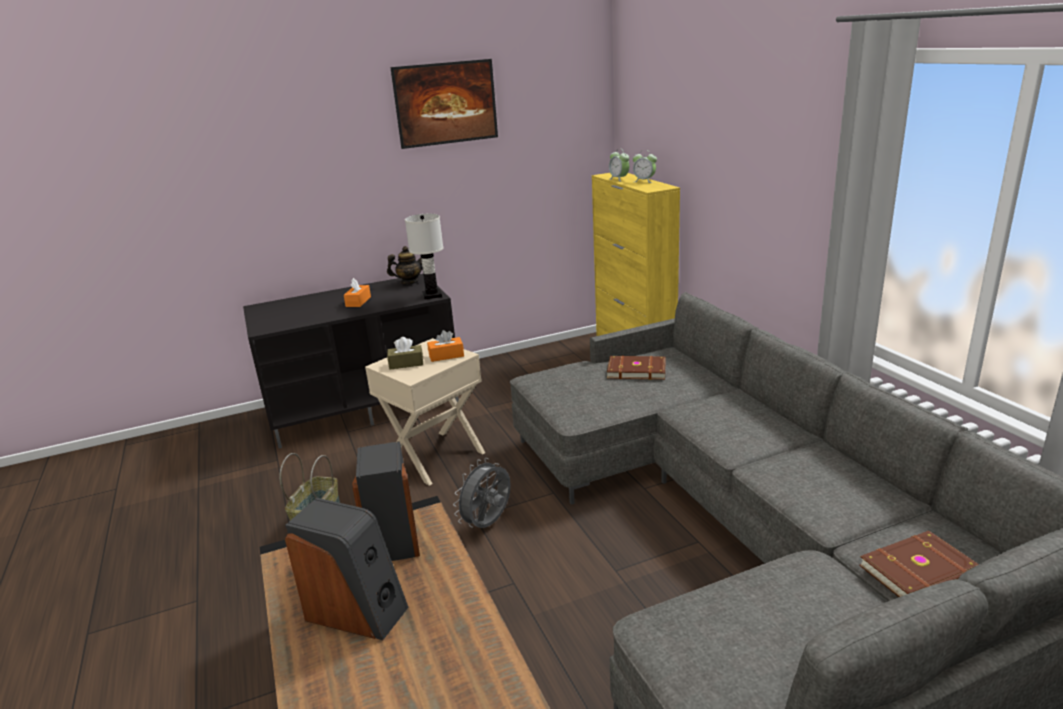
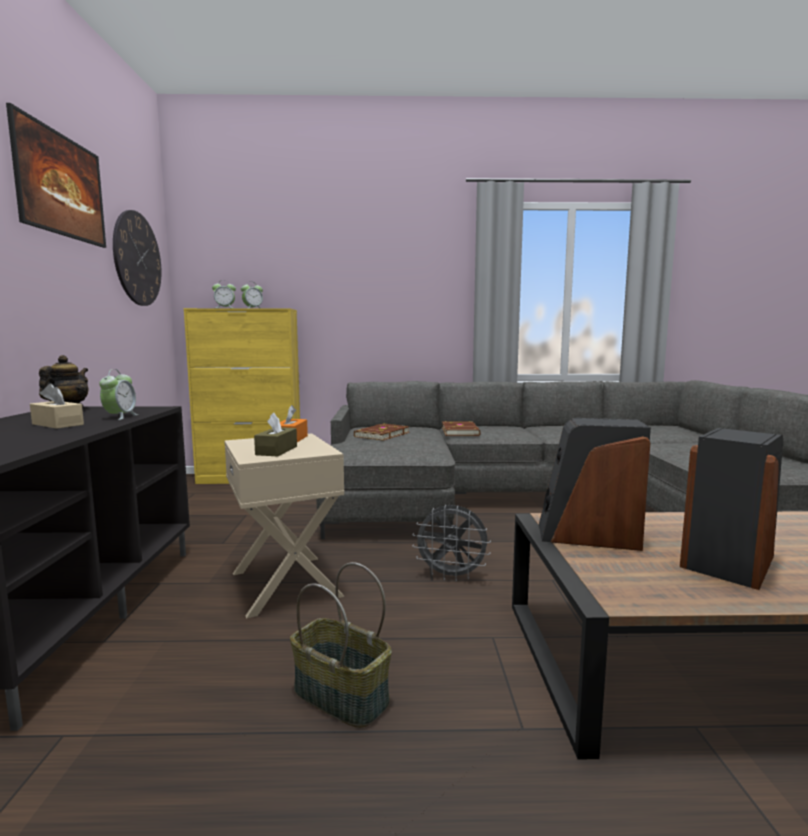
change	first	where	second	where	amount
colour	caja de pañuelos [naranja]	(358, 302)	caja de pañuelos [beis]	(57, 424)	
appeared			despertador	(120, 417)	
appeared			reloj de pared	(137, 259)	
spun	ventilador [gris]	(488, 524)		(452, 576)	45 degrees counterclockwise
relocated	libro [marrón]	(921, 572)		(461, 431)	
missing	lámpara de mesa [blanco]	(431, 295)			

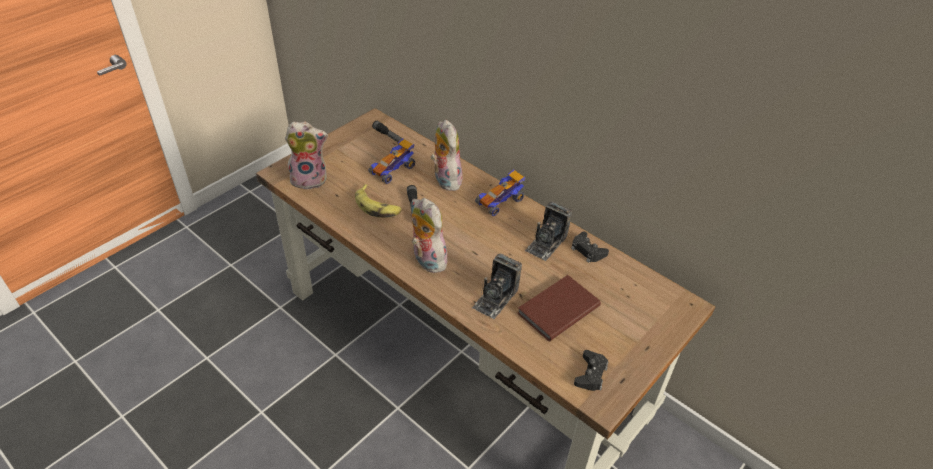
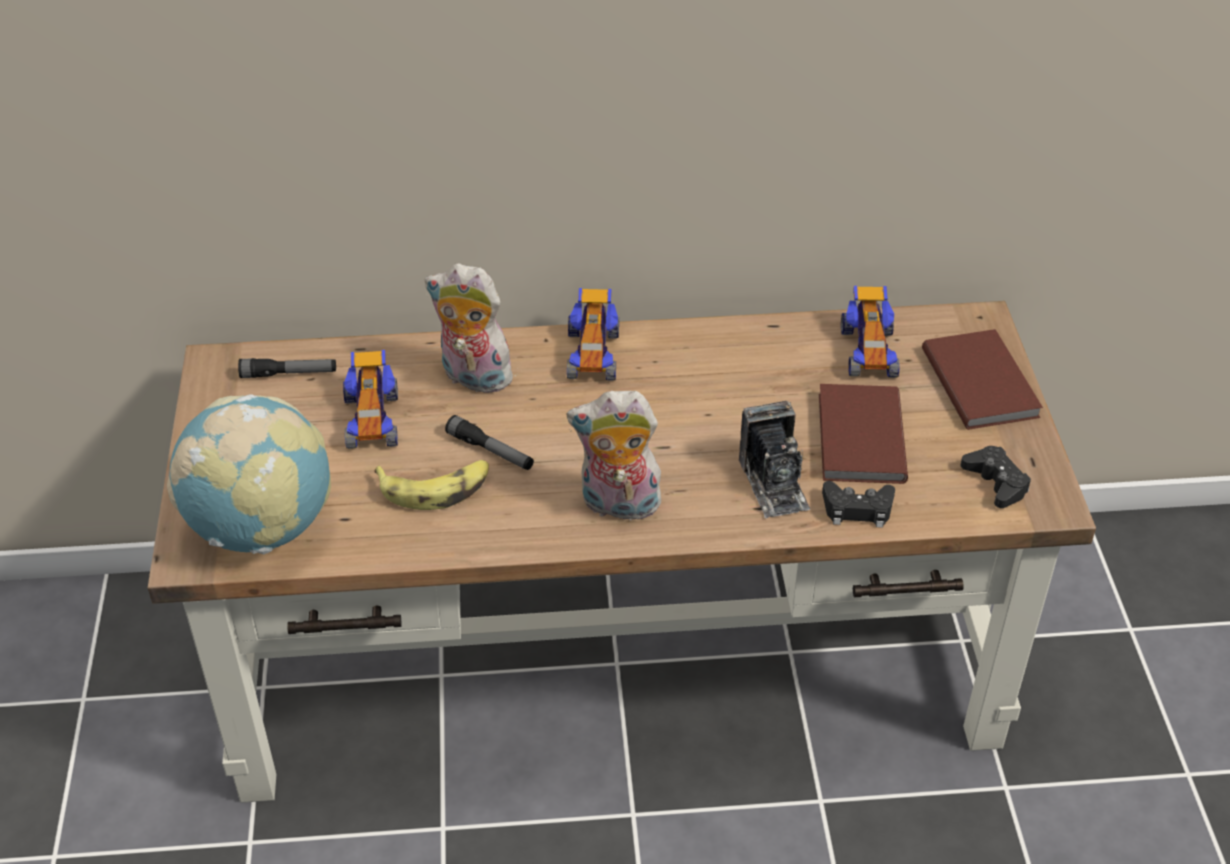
change	first	where	second	where	amount
exchanged	peluche	(310, 179)	globo terráqueo	(262, 527)	
relocated	mando de consola [negro]	(587, 250)		(857, 509)	
appeared			coche de juguete	(868, 350)	
appeared			libro [marrón]	(982, 381)	
missing	cámara	(546, 243)			

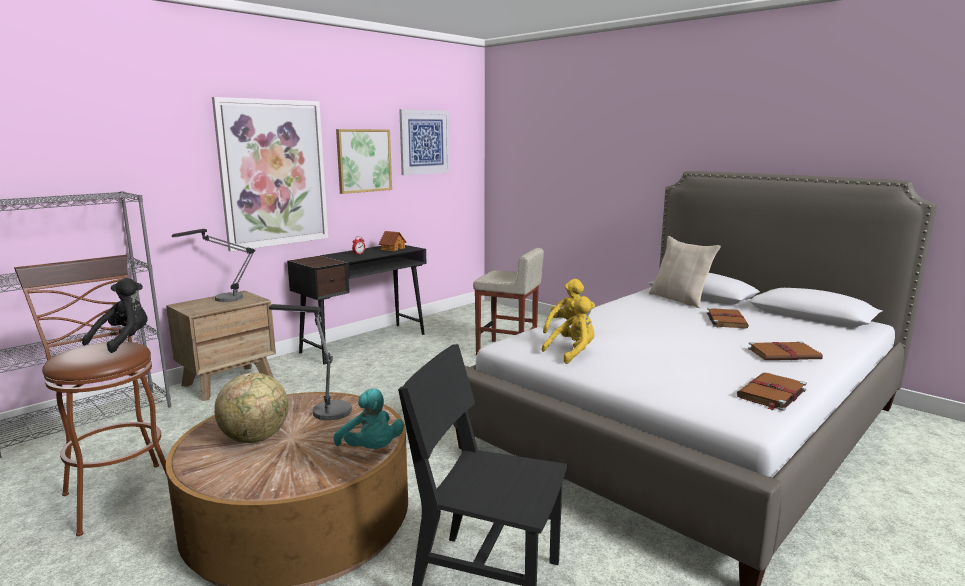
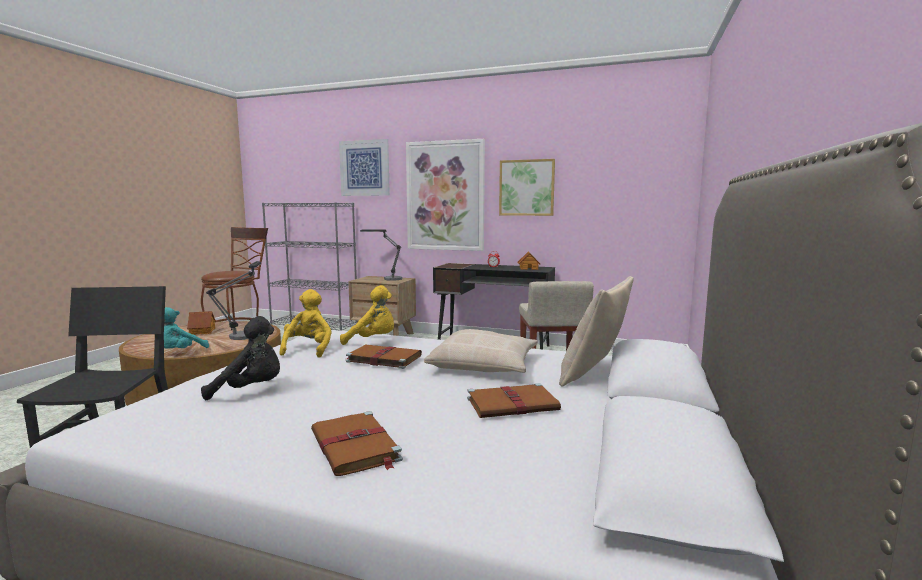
change	first	where	second	where	amount
exchanged	globo terráqueo	(256, 438)	casita	(202, 331)	
relocated	peluche [negro]	(124, 341)		(251, 390)	
spun	peluche [amarillo]	(572, 353)		(308, 349)	120 degrees counterclockwise
relocated	cuadro	(424, 142)		(364, 168)	
relocated	libro [marrón]	(771, 394)		(383, 358)	
appeared			cojín [beis]	(484, 365)	

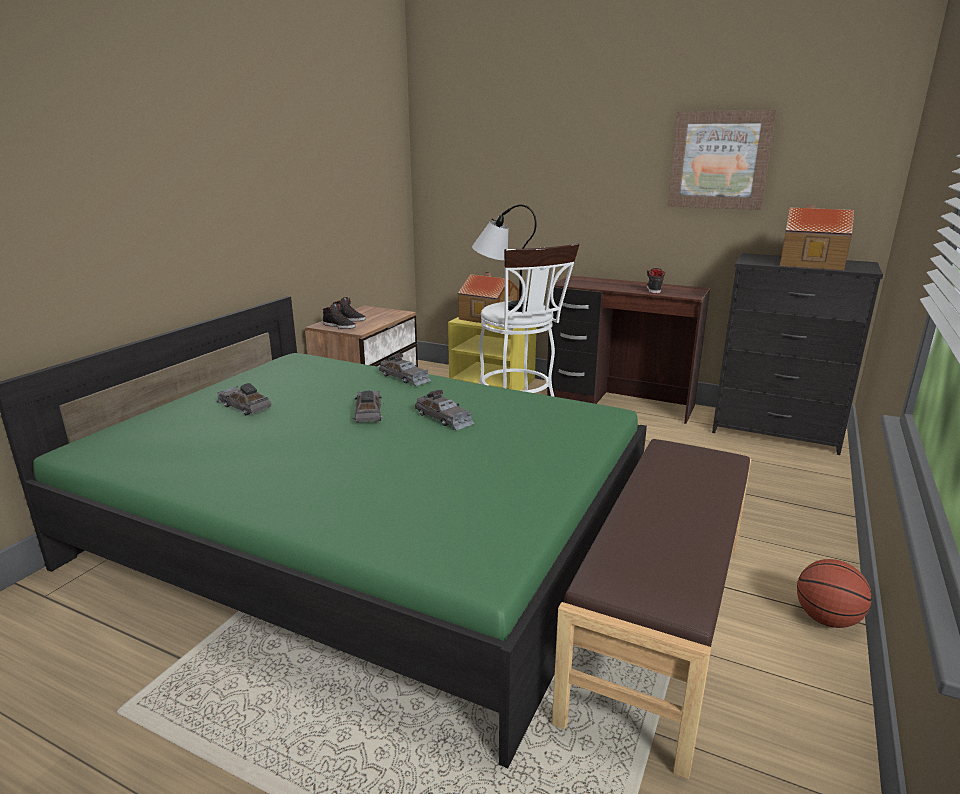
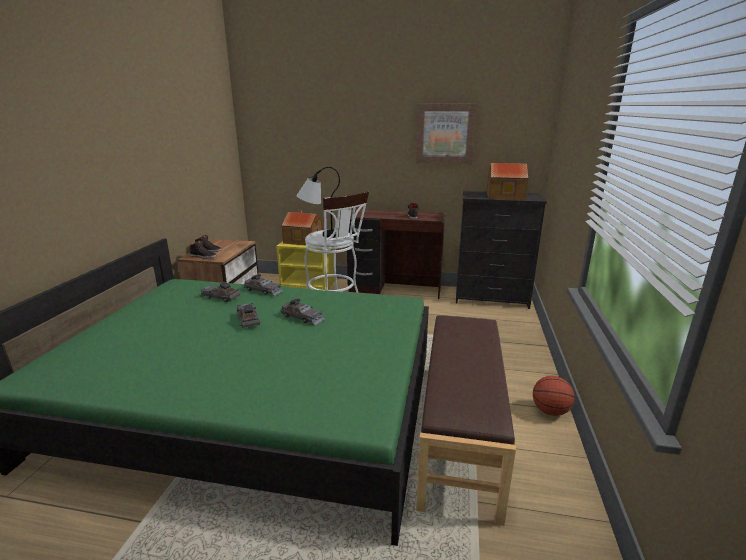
change	first	where	second	where	amount
relocated	coche de juguete [gris]	(243, 406)		(220, 297)	

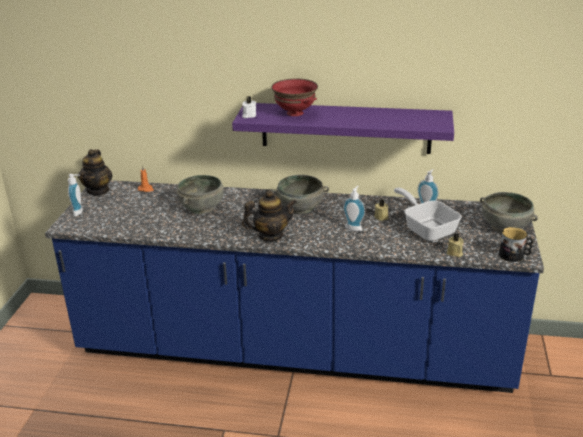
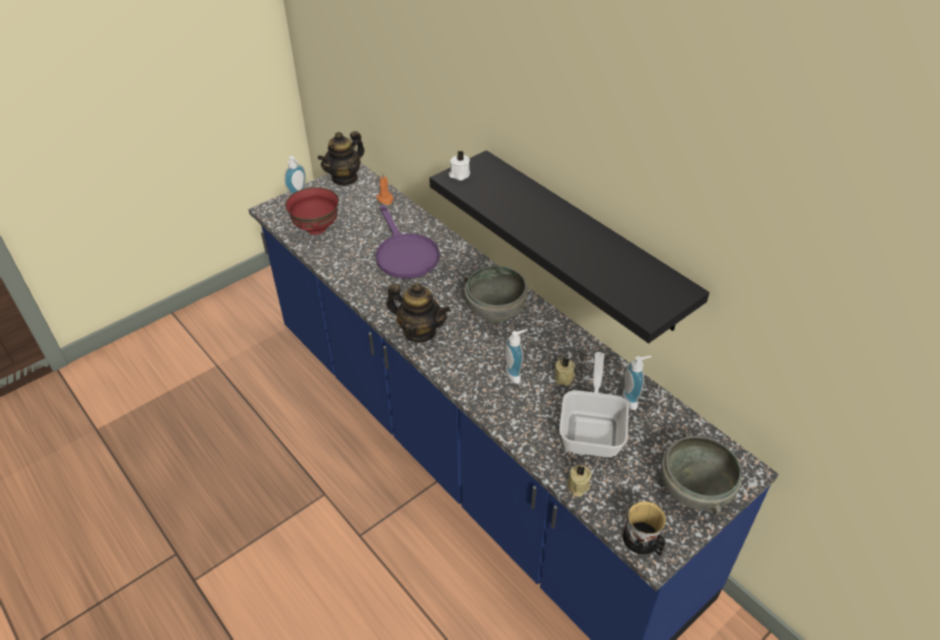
change	first	where	second	where	amount
relocated	cuenco [rojo]	(294, 113)		(316, 228)	
exchanged	cuenco [gris]	(202, 208)	sartén [morado]	(404, 254)	
colour	estante [morado]	(345, 128)	estante [negro]	(583, 240)	

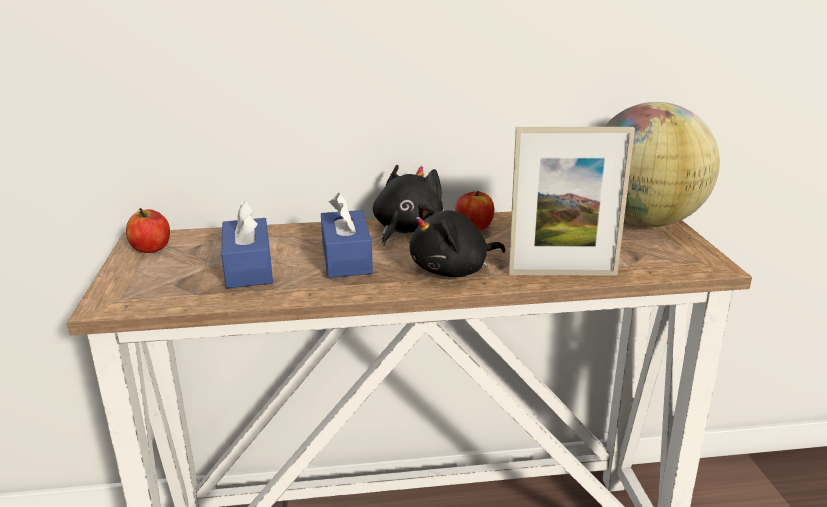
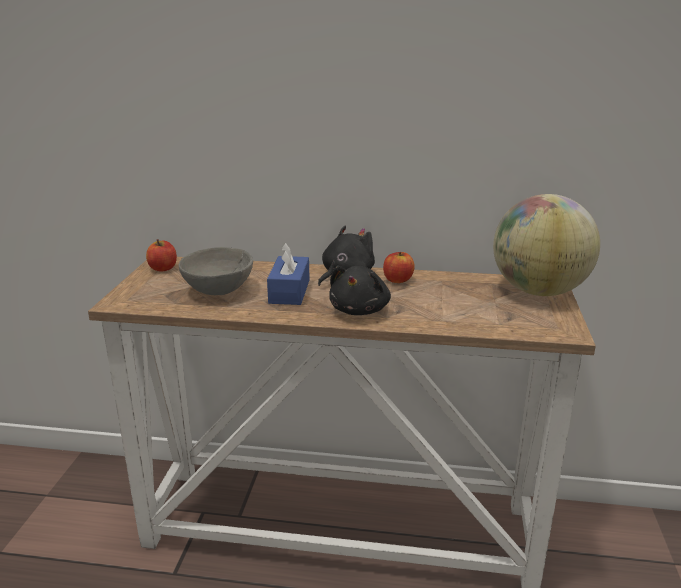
change	first	where	second	where	amount
exchanged	caja de pañuelos [azul]	(248, 268)	cuenco [gris]	(219, 290)	
spun	peluche [negro]	(453, 271)		(360, 310)	60 degrees counterclockwise
missing	portarretratos	(562, 273)			

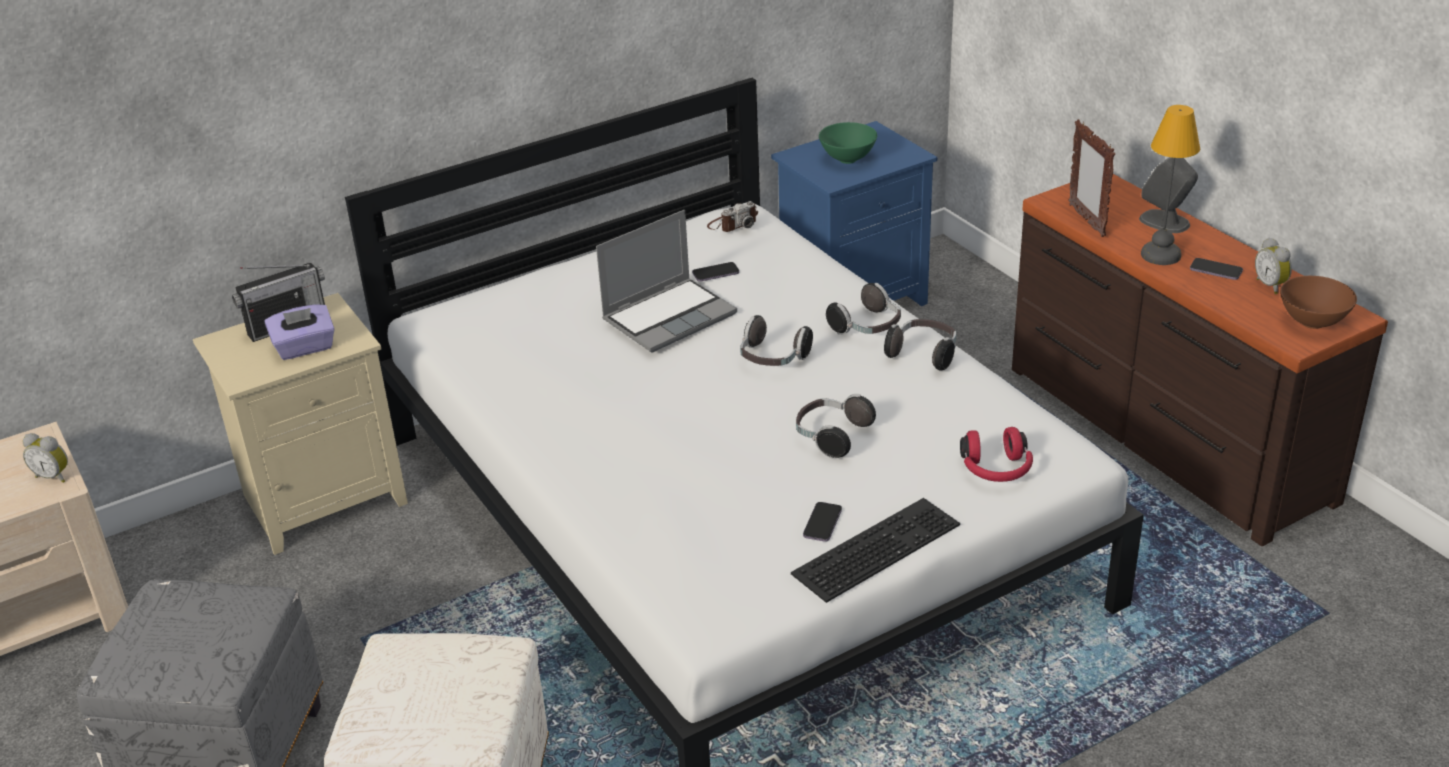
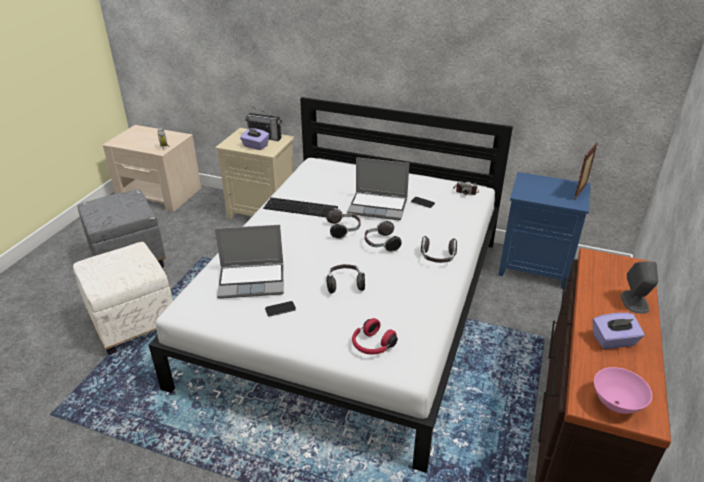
change	first	where	second	where	amount
appeared			portátil	(252, 281)	
relocated	teclado	(875, 546)		(301, 207)	
relocated	auriculares	(923, 354)		(344, 230)	
relocated	portarretratos	(1086, 220)		(580, 192)	
exchanged	móvil	(1215, 271)	caja de pañuelos [morado]	(613, 341)	
colour	cuenco [marrón]	(1312, 322)	cuenco [rosa]	(616, 404)	
missing	cuenco [verde]	(848, 160)			
missing	lámpara de mesa	(1159, 255)			
missing	despertador	(1271, 285)			

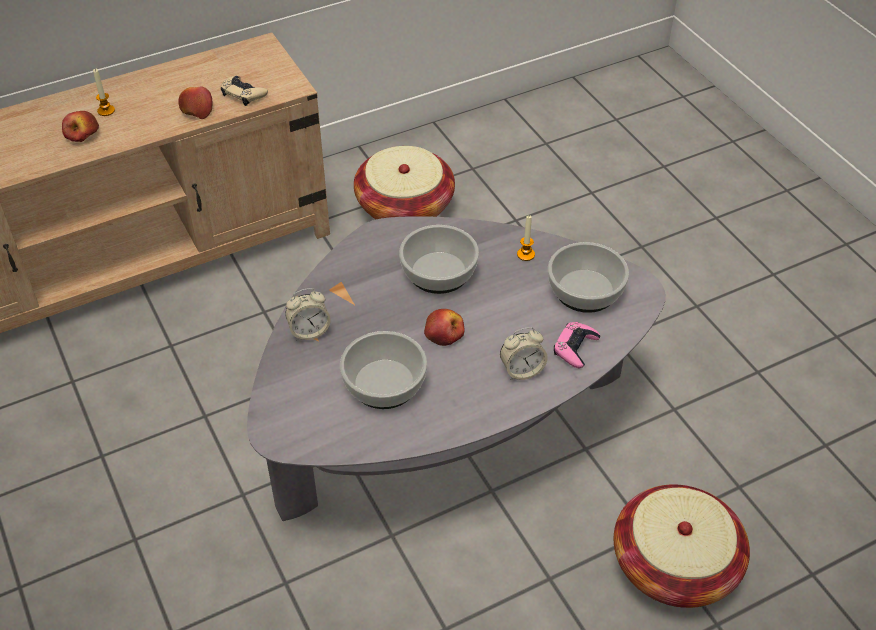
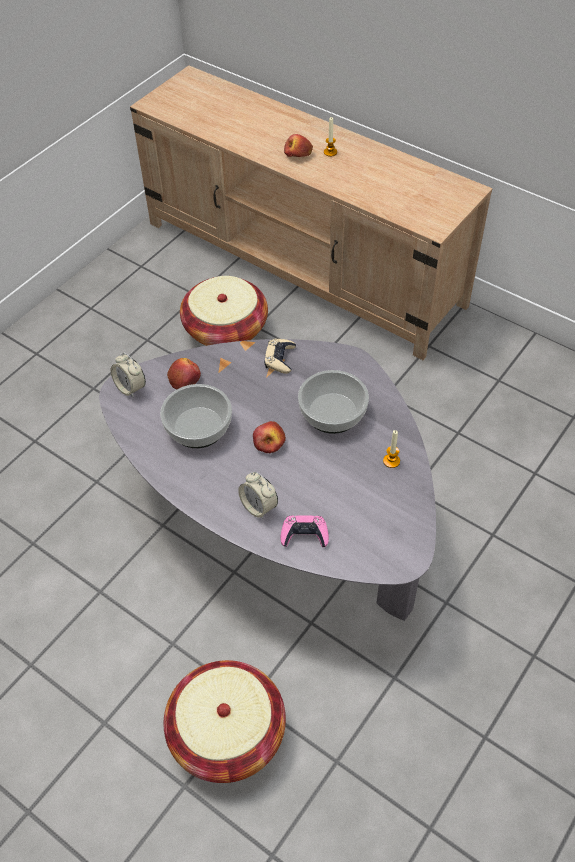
change	first	where	second	where	amount
relocated	despertador	(309, 331)		(130, 388)	
relocated	manzana	(196, 109)		(184, 378)	
relocated	cesta	(405, 207)		(226, 329)	
relocated	mando de consola [beis]	(243, 94)		(280, 359)	
missing	cuenco	(586, 291)			

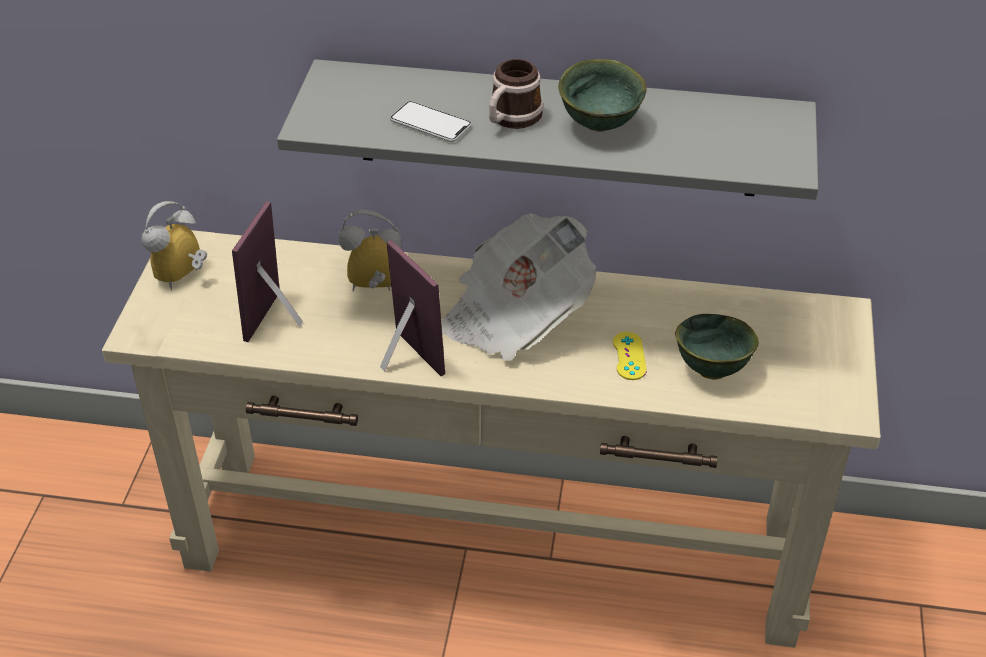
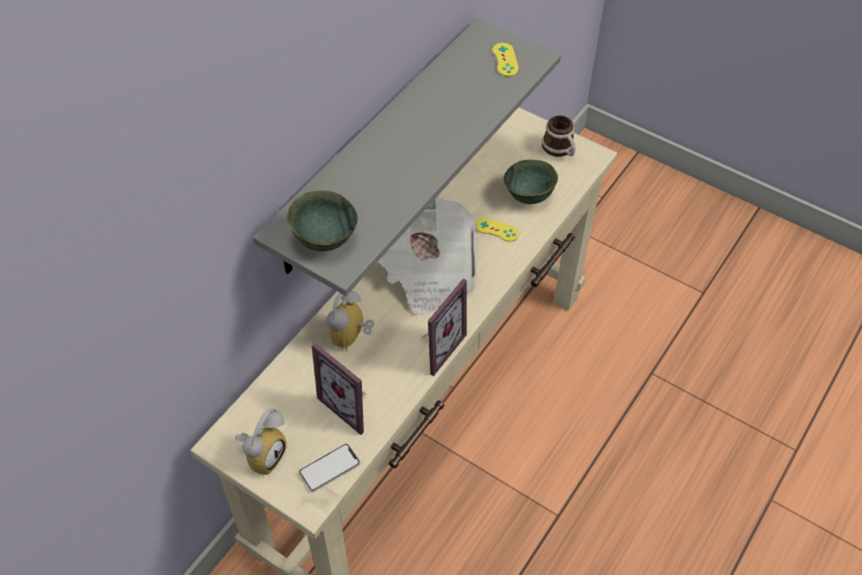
change	first	where	second	where	amount
spun	despertador	(184, 278)		(263, 454)	120 degrees counterclockwise
relocated	cuenco [verde]	(601, 124)		(324, 239)	
relocated	móvil	(430, 123)		(329, 468)	
spun	portarretratos	(403, 361)		(435, 347)	135 degrees clockwise
appeared			mando de consola [amarillo]	(505, 60)	
relocated	taza grande	(511, 119)		(560, 149)	

